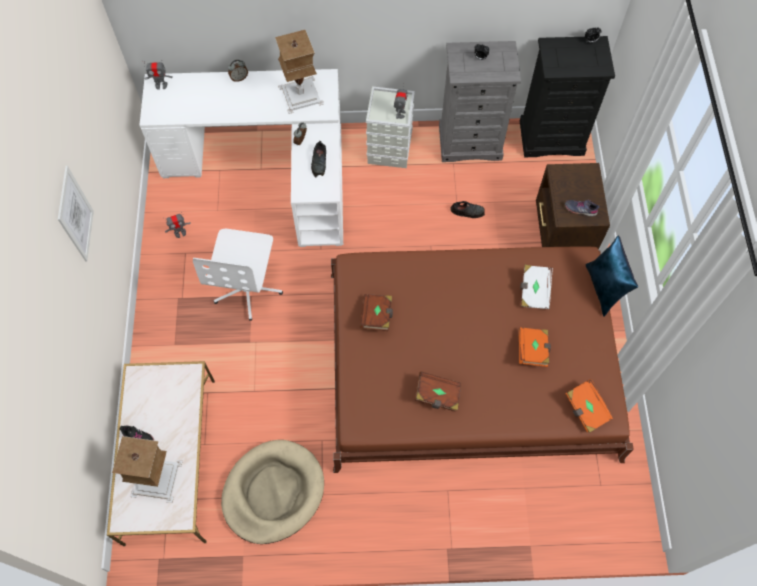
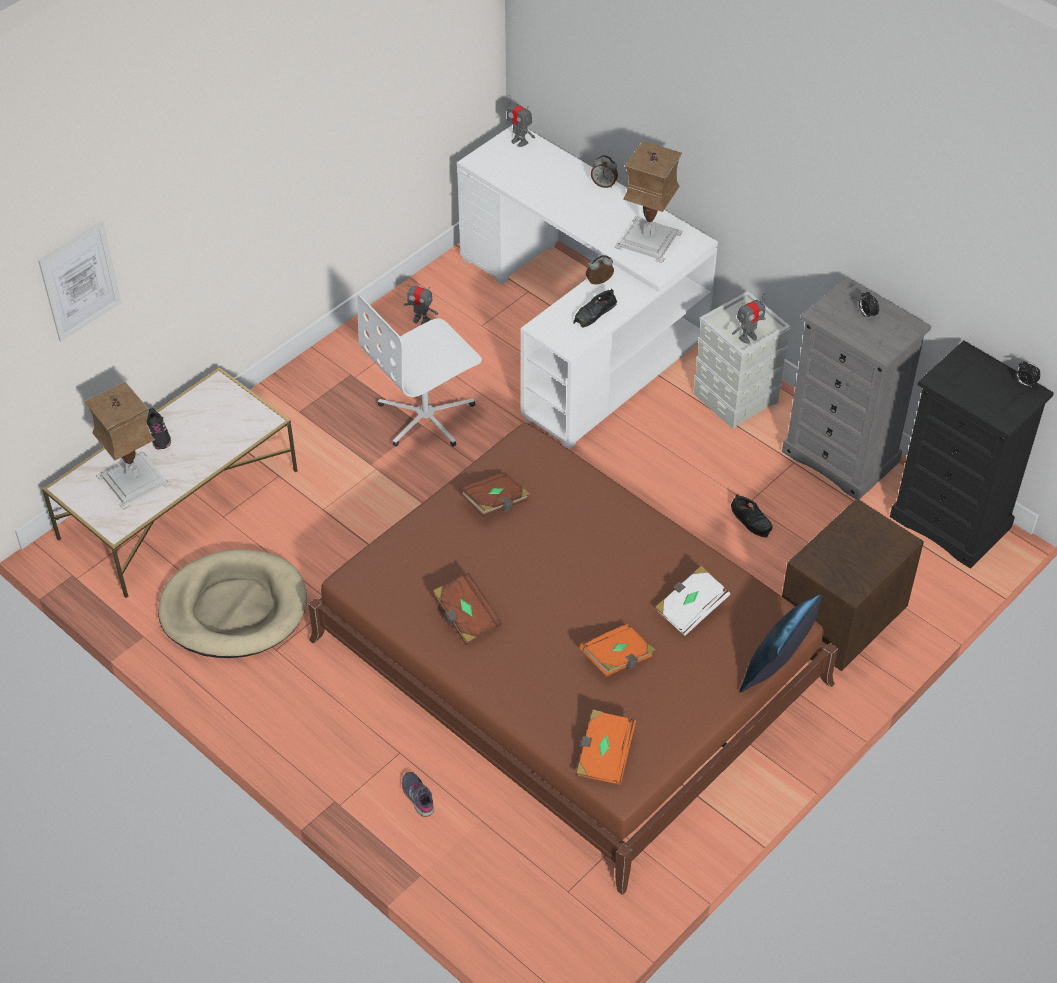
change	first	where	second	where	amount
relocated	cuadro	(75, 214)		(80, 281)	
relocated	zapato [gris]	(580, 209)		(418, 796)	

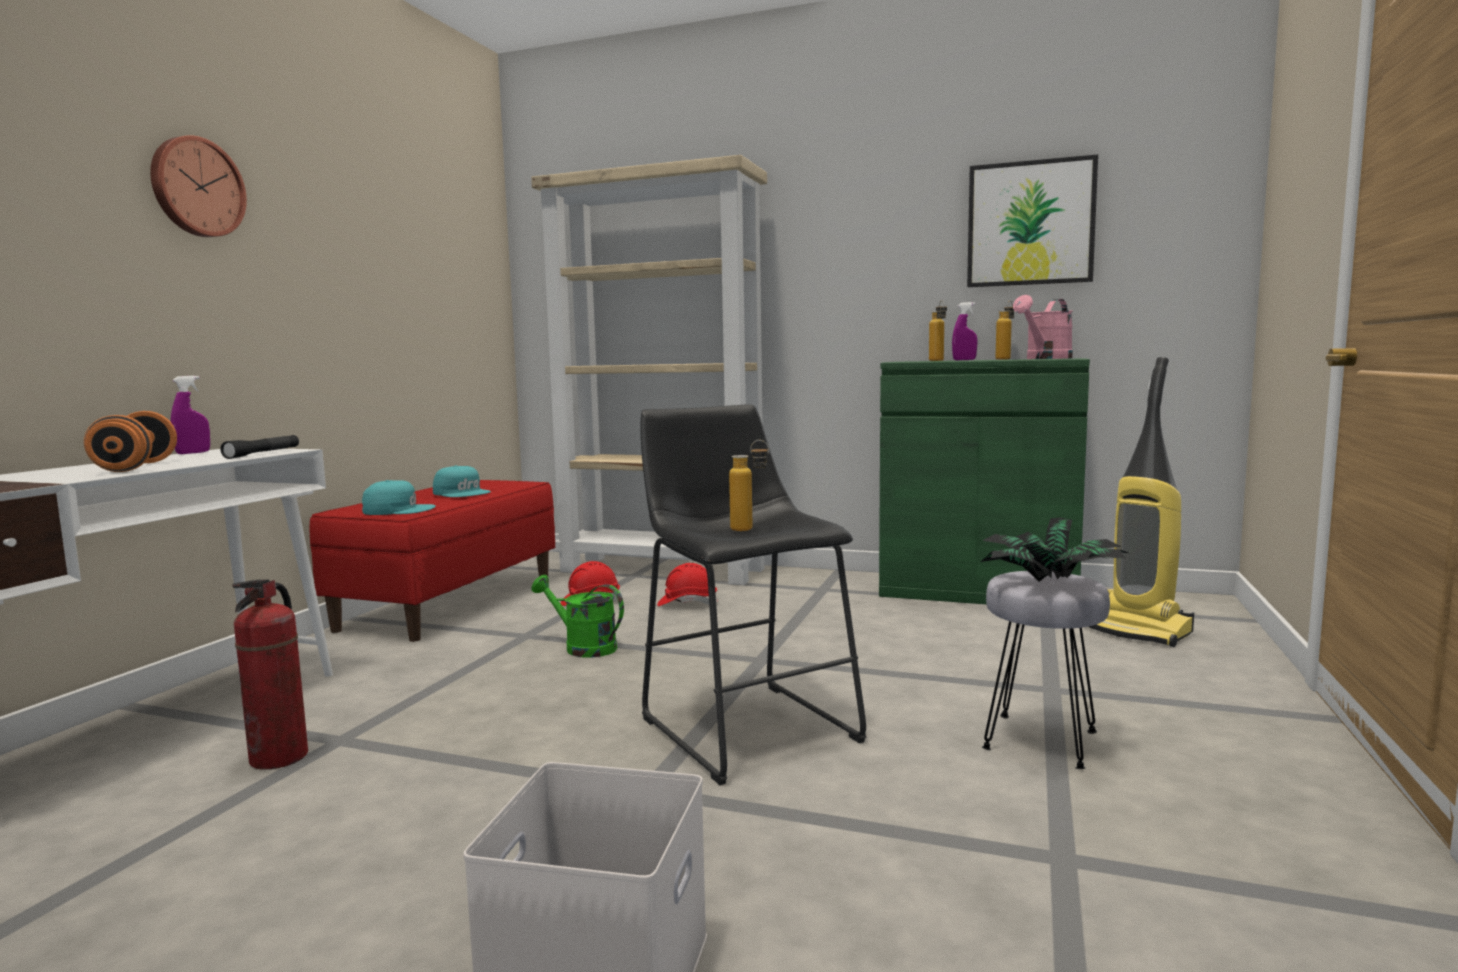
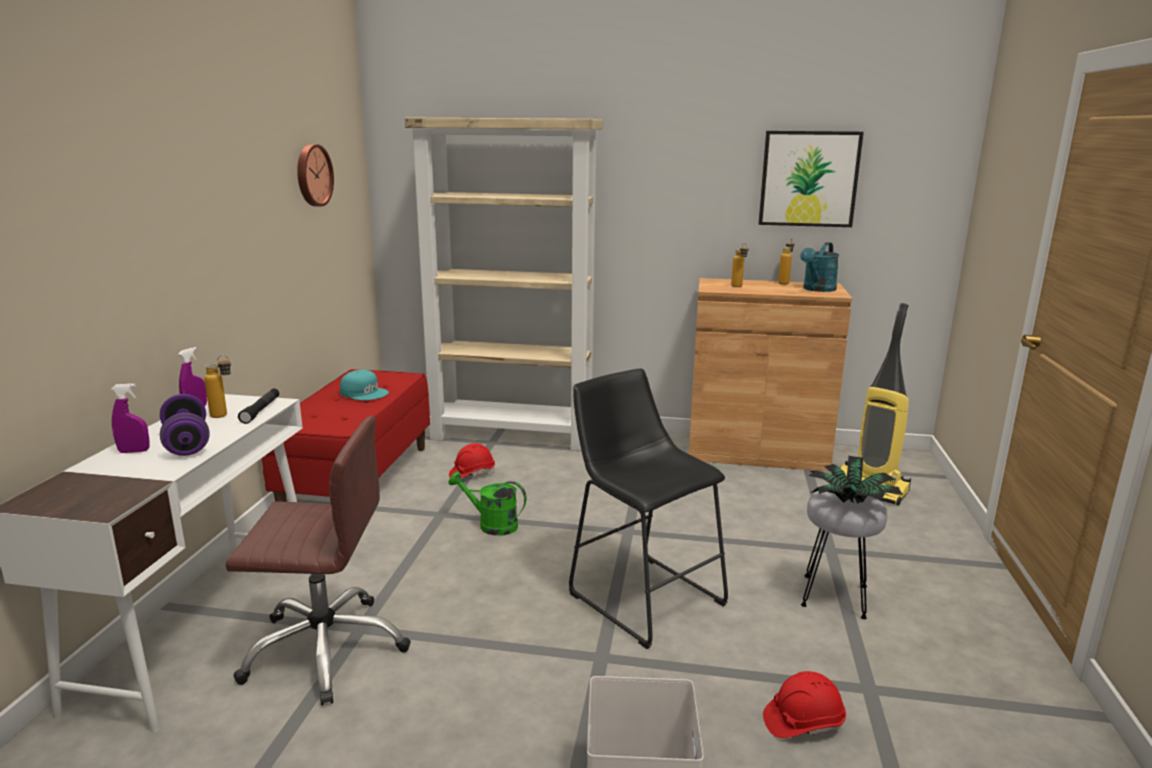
change	first	where	second	where	amount
relocated	pulverizador [morado]	(964, 360)		(134, 451)	
colour	mancuerna [naranja]	(136, 467)	mancuerna [morado]	(187, 443)	
relocated	botella	(750, 529)		(224, 416)	
exchanged	extintor	(280, 758)	silla de oficina [marrón]	(326, 648)	
relocated	reloj de pared	(196, 187)		(312, 175)	
colour	armario [verde]	(978, 591)	armario [marrón]	(756, 452)	
relocated	casco [rojo]	(687, 603)		(803, 722)	
colour	regadera [rosa]	(1045, 358)	regadera [turquesa]	(817, 289)	
missing	gorra [turquesa]	(398, 510)			

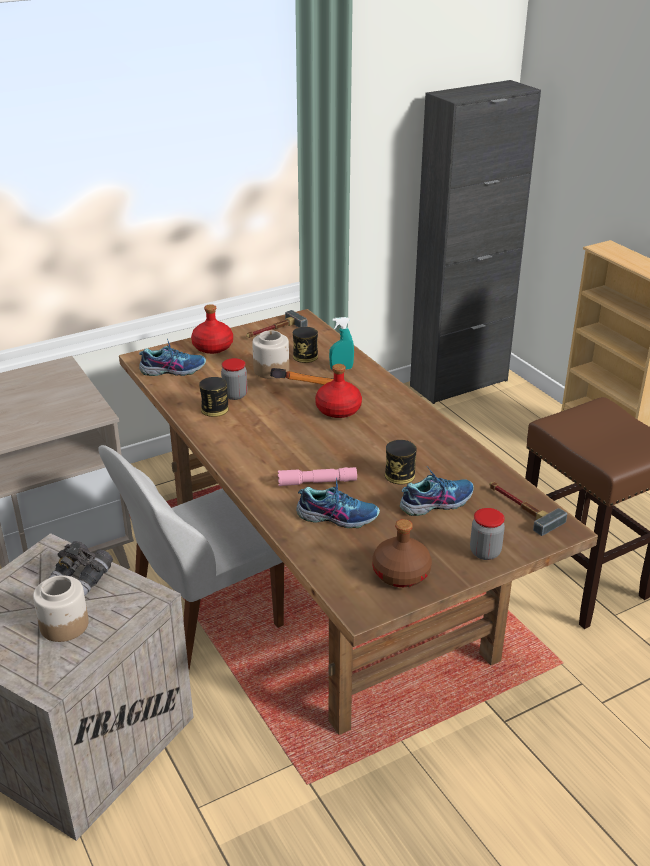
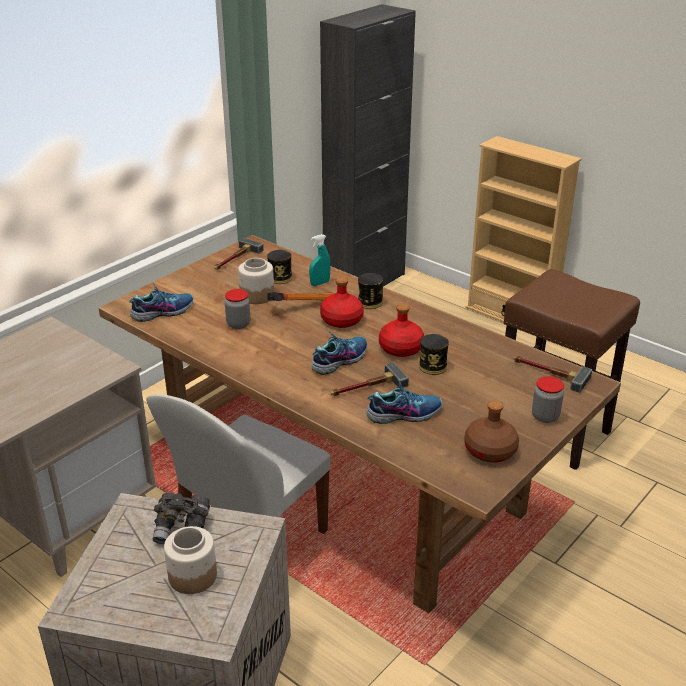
change	first	where	second	where	amount
relocated	zapato	(436, 502)		(339, 360)	
exchanged	linterna [rosa]	(317, 482)	martillo	(366, 388)	
relocated	lata	(215, 409)		(370, 302)	
relocated	botella [rojo]	(213, 347)		(401, 348)	

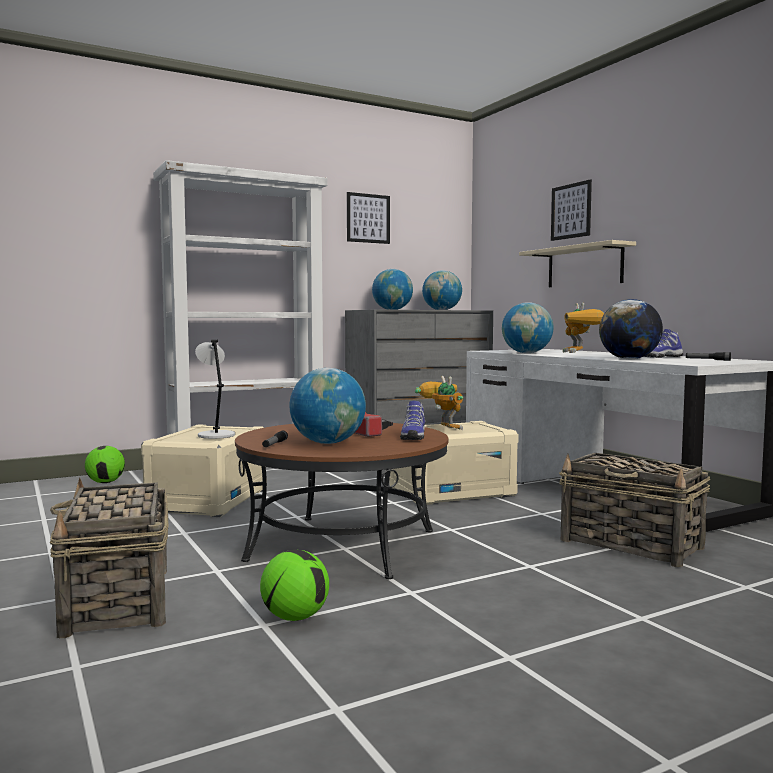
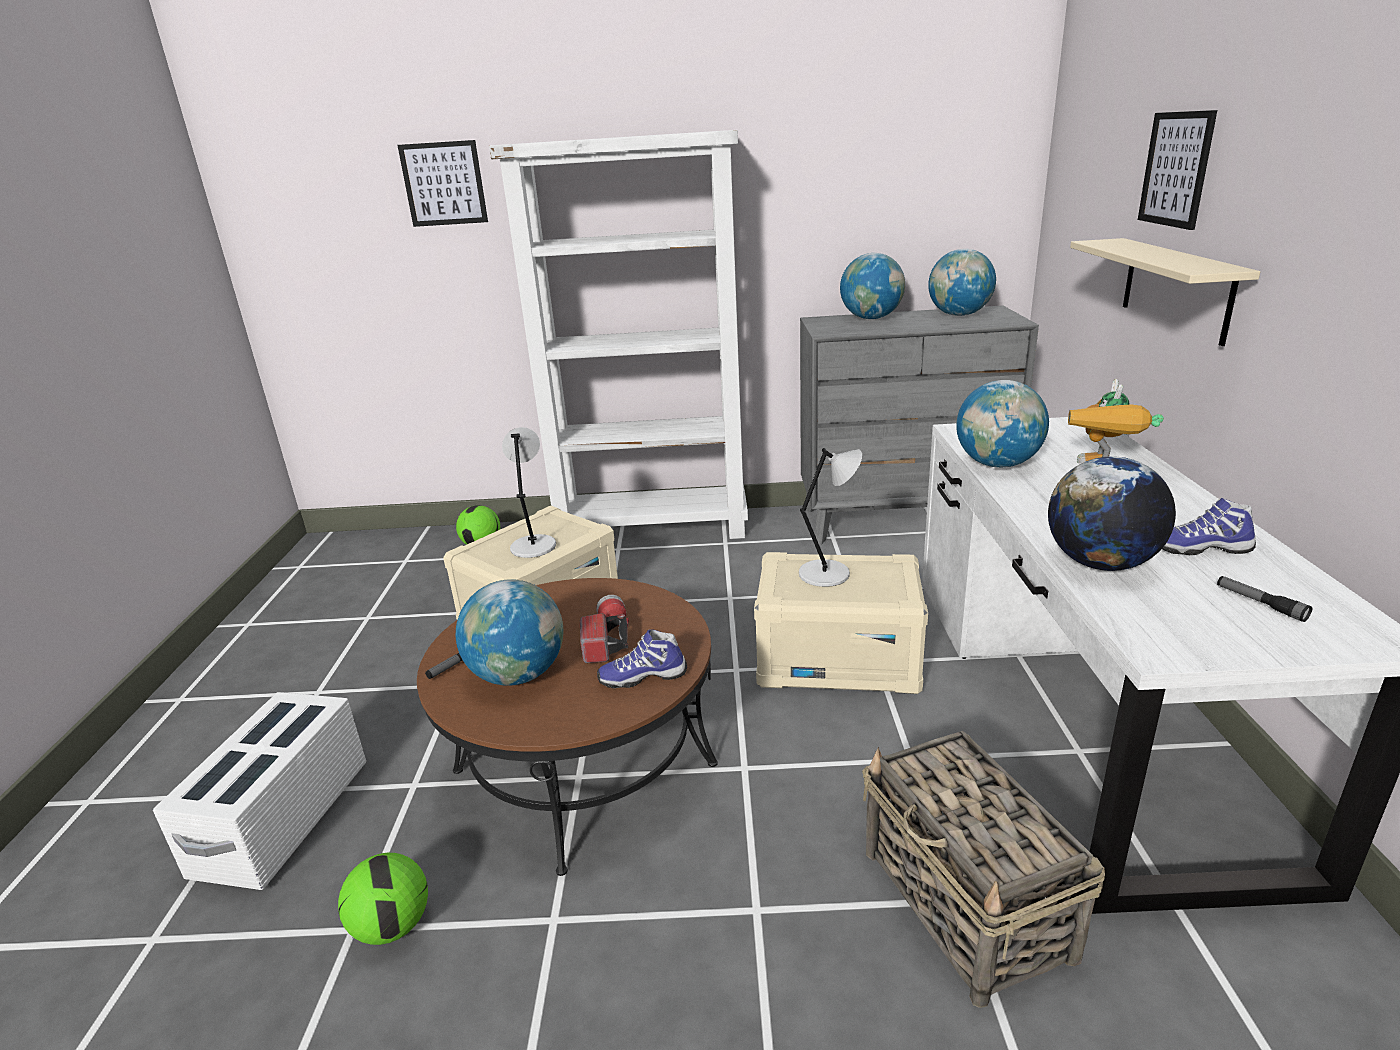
change	first	where	second	where	amount
exchanged	cesta	(117, 601)	caja de almacenaje [blanco]	(283, 819)	
relocated	cuadro	(368, 218)		(444, 184)	
spun	zapato	(412, 437)		(642, 676)	45 degrees clockwise
exchanged	robot de juguete	(442, 428)	lámpara de mesa [gris]	(827, 574)	

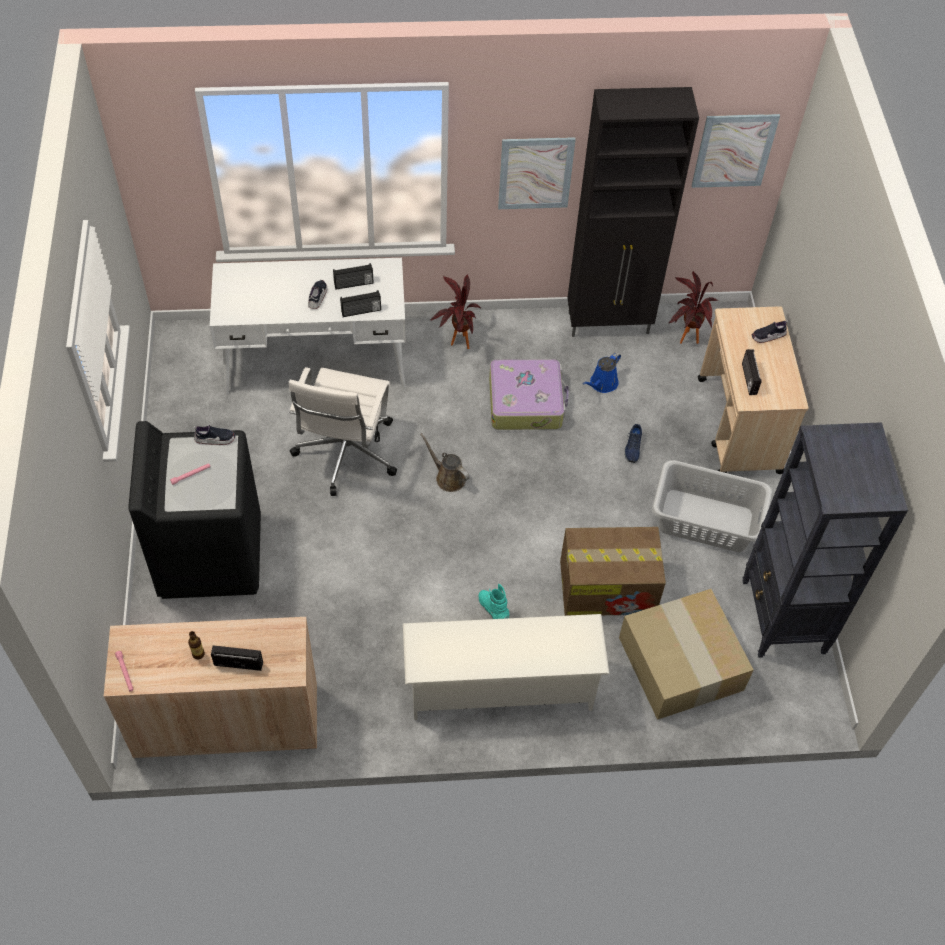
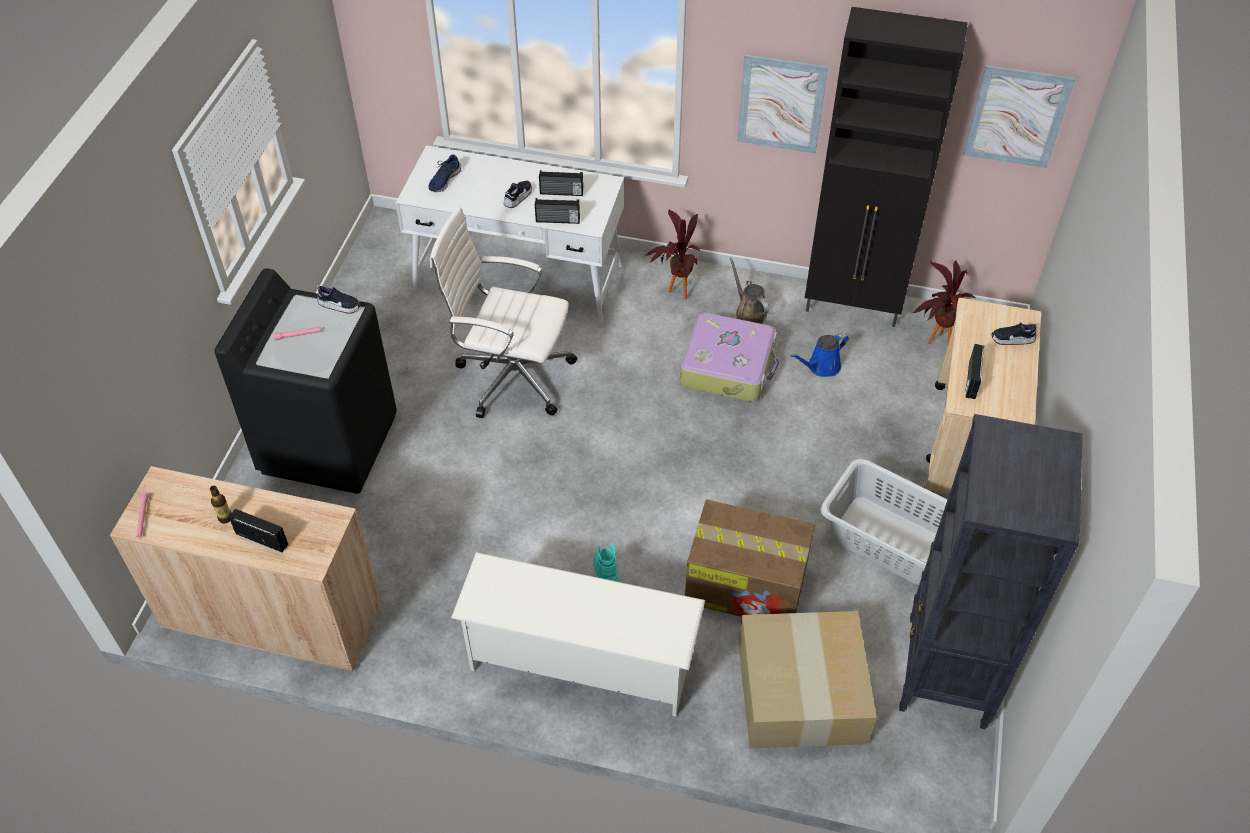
change	first	where	second	where	amount
relocated	zapato [azul]	(632, 447)		(444, 180)	
spun	silla de oficina [blanco]	(346, 454)		(511, 376)	75 degrees clockwise
relocated	regadera [marrón]	(448, 477)		(749, 312)	

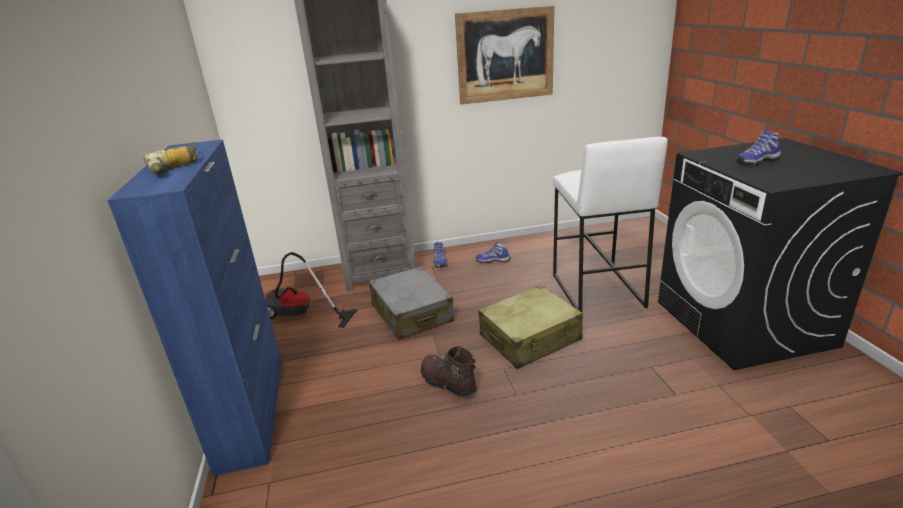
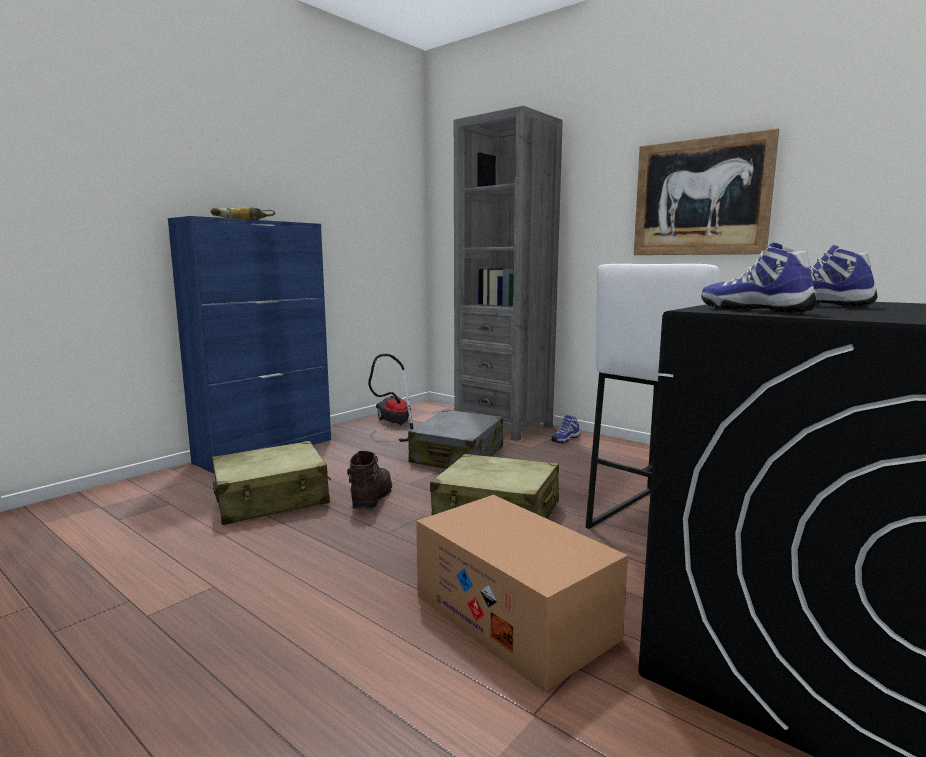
change	first	where	second	where	amount
appeared			maleta [beis]	(272, 499)	
appeared			caja de cartón	(514, 616)	
relocated	zapato	(493, 260)		(756, 310)	

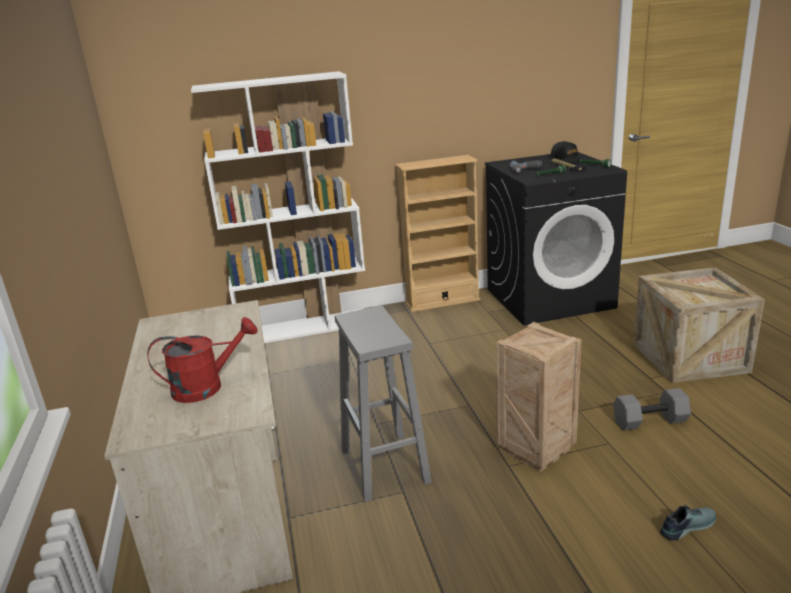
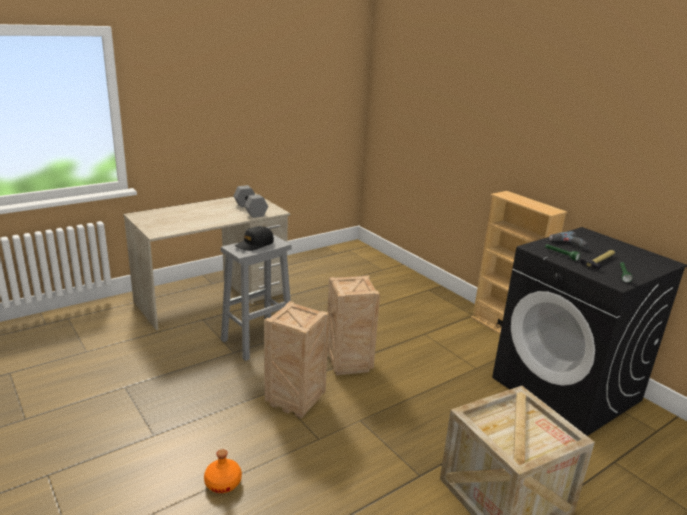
change	first	where	second	where	amount
exchanged	zapato	(686, 526)	botella [naranja]	(223, 482)	
relocated	mancuerna [gris]	(649, 422)		(249, 210)	
relocated	gorra [negro]	(566, 159)		(254, 244)	
appeared			caja de embalaje	(349, 364)	
missing	regadera [rojo]	(207, 387)			
missing	estantería [blanco]	(304, 327)			

